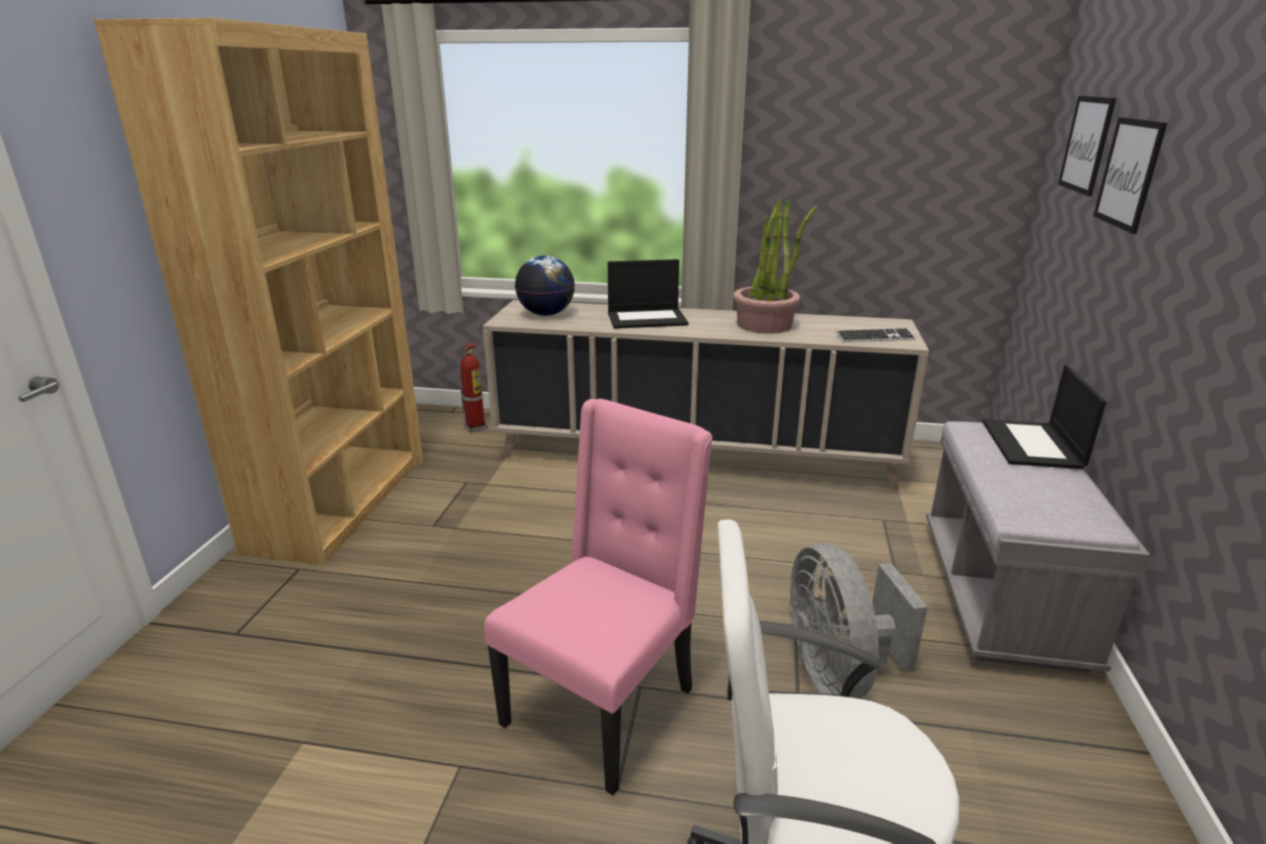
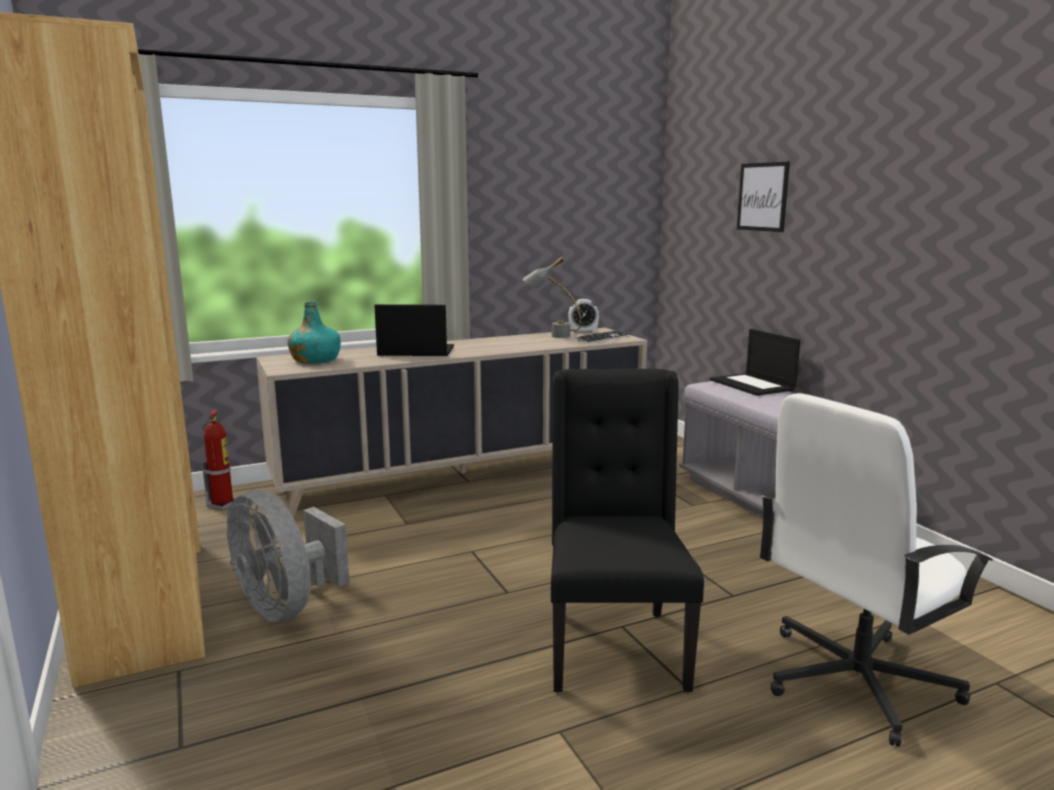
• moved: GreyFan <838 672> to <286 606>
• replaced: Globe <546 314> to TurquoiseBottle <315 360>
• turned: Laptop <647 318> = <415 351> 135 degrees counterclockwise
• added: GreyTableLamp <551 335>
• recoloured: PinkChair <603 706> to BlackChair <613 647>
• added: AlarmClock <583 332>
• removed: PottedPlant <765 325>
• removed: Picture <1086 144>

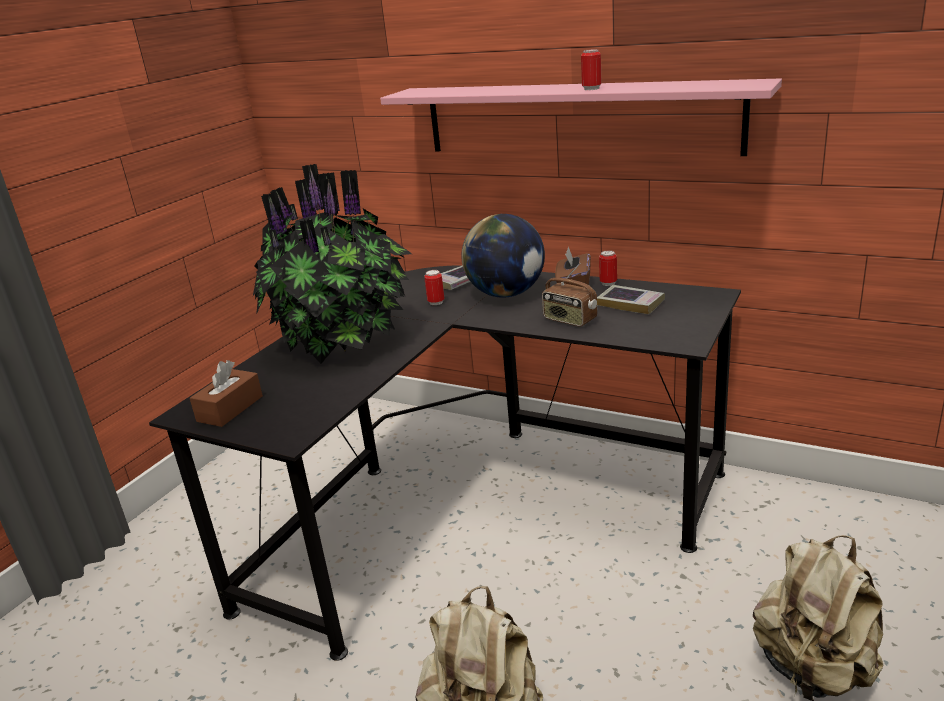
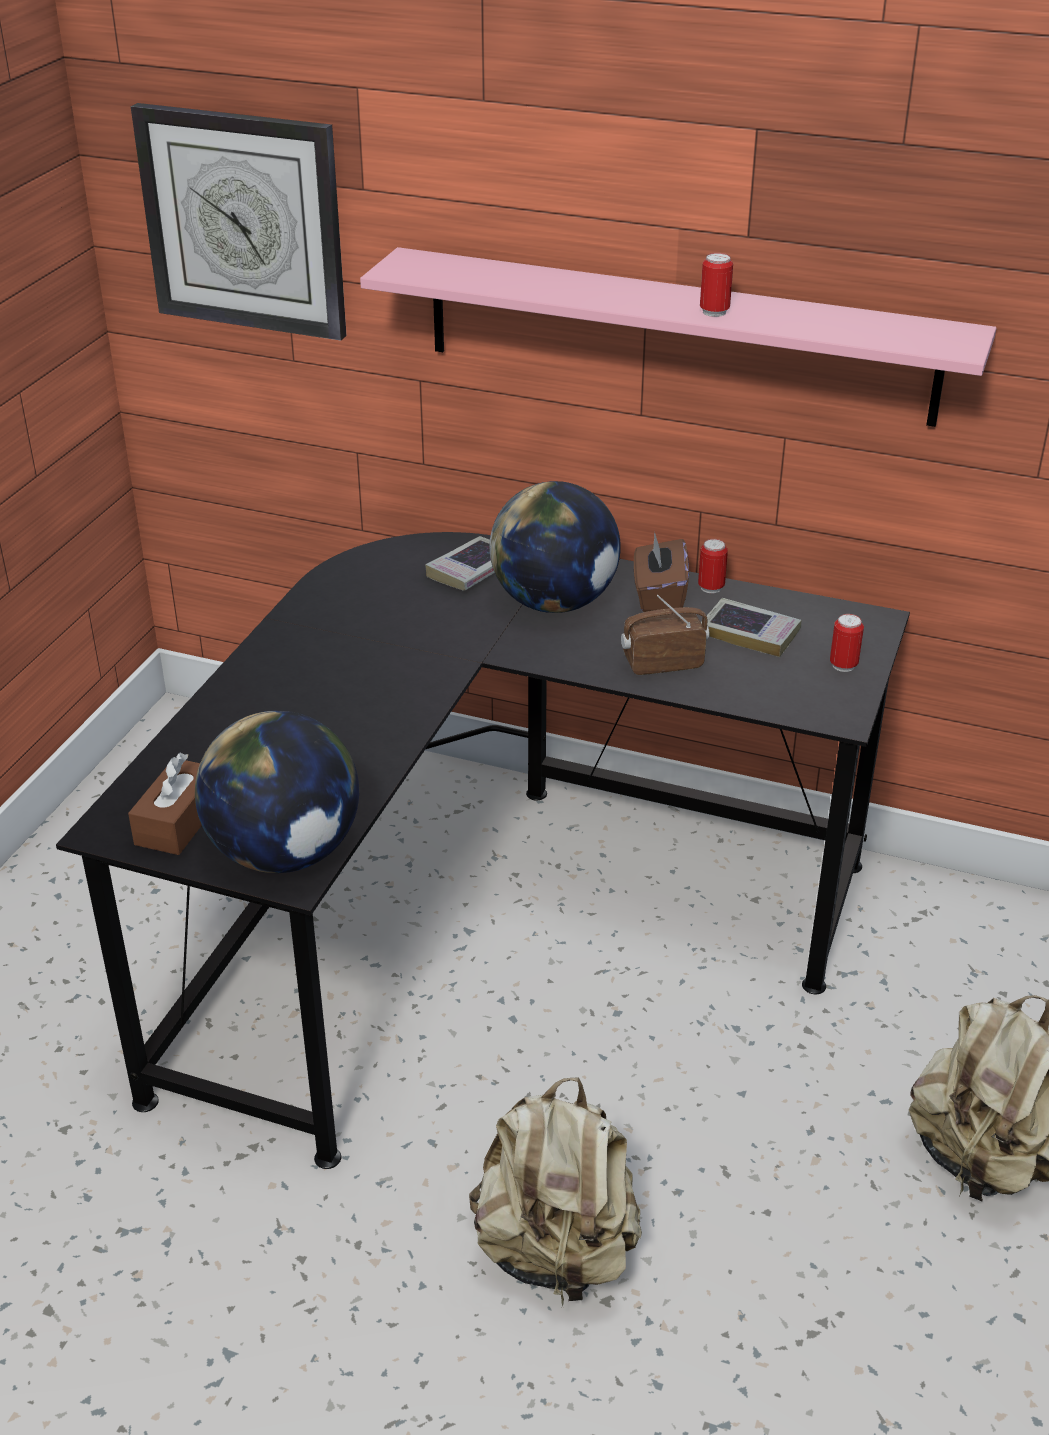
• added: WallClock <244 221>
• added: Globe <285 853>
• turned: Radio <569 320> = <662 663> 135 degrees clockwise
• moved: Can <436 302> to <843 665>
• removed: PottedPlant <344 340>

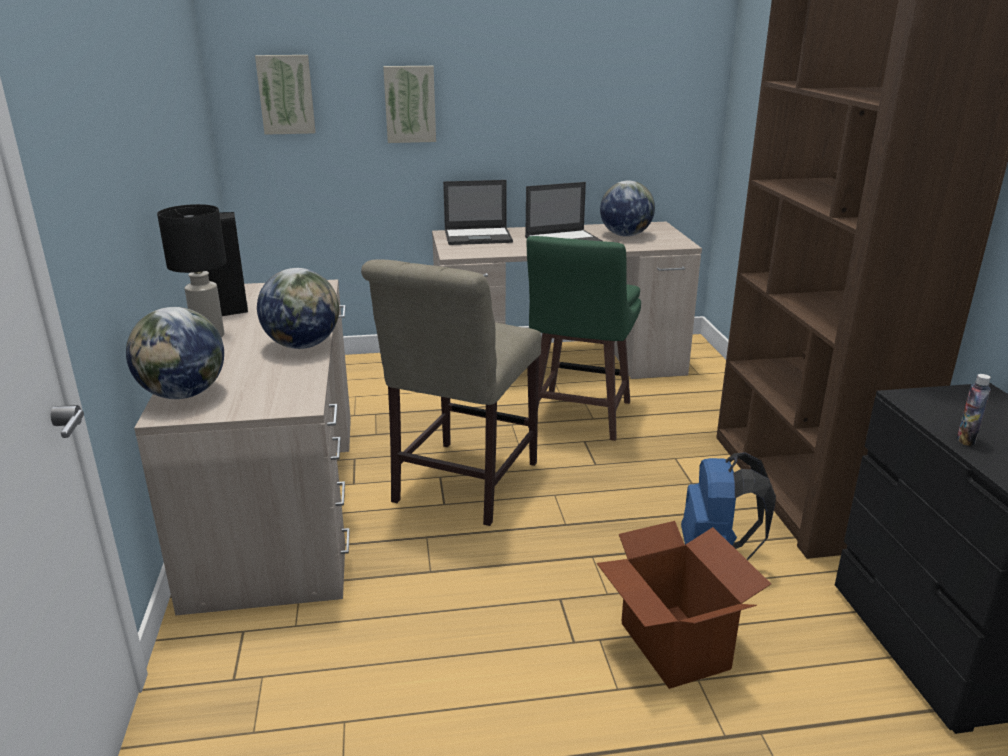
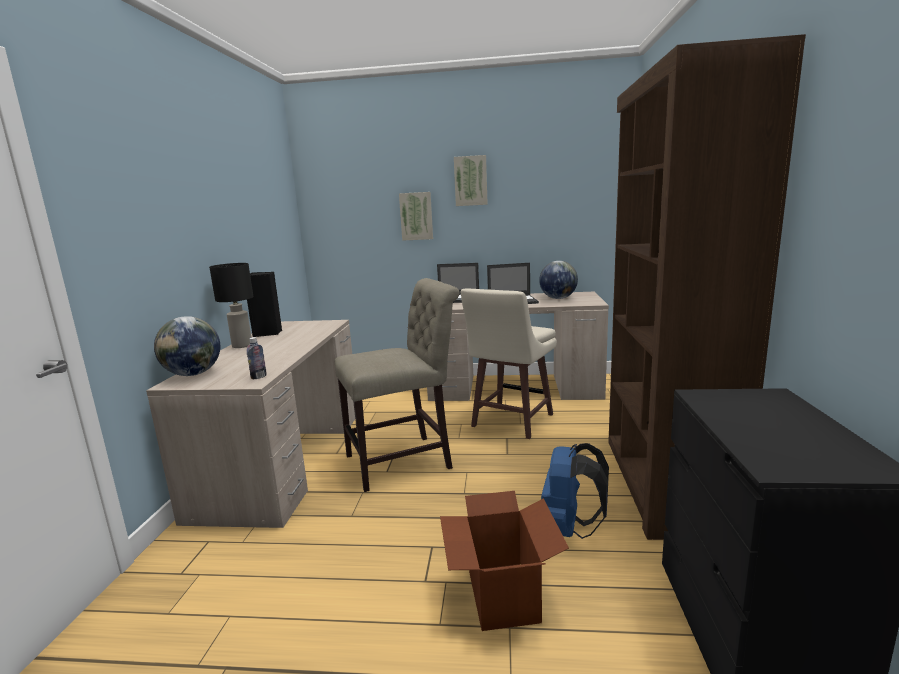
• moved: Bottle <966 439> to <259 377>
• turned: BeigeChair <461 486> = <404 460> 150 degrees counterclockwise
• moved: Picture <286 94> to <470 181>
• recoloured: GreenStool <578 416> to BeigeStool <511 421>
• removed: Globe <303 345>

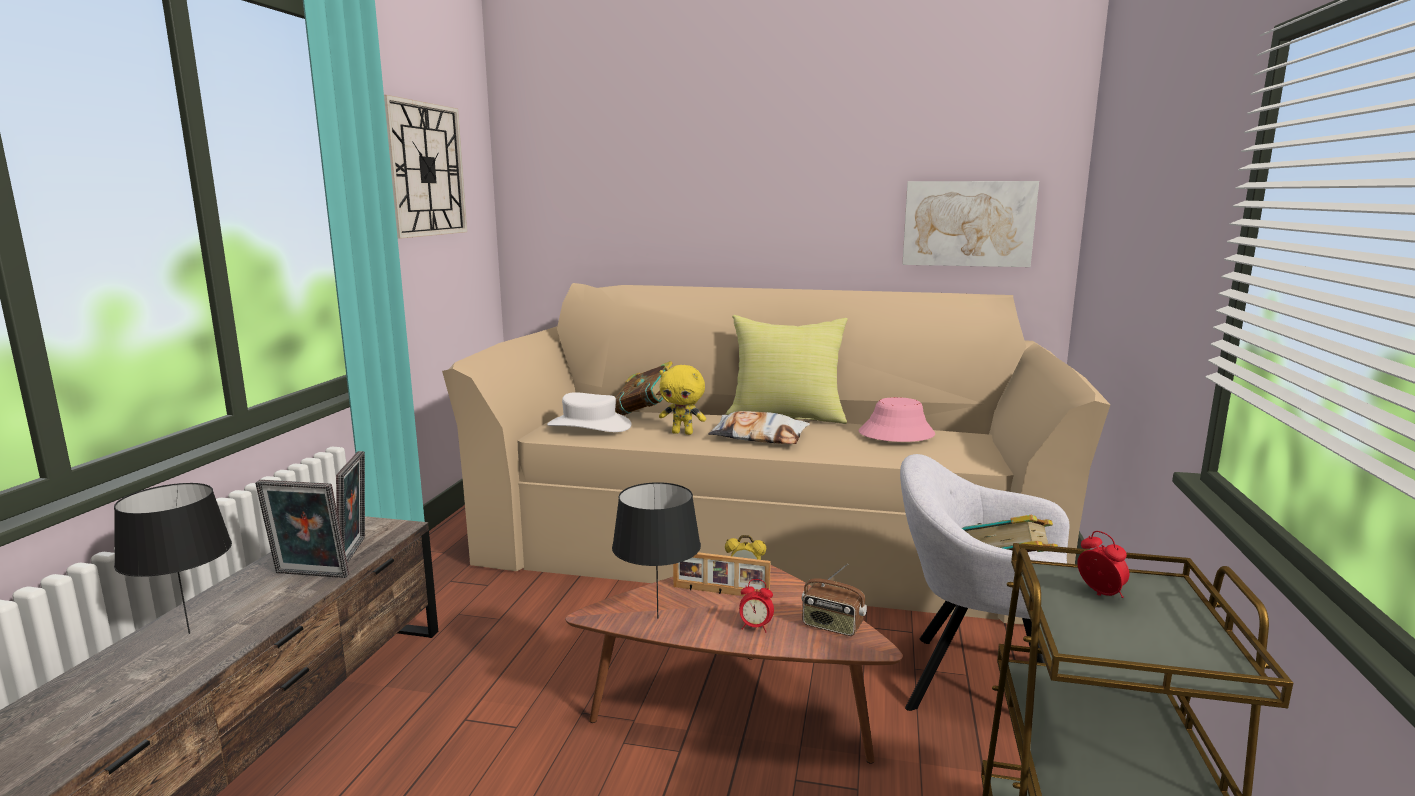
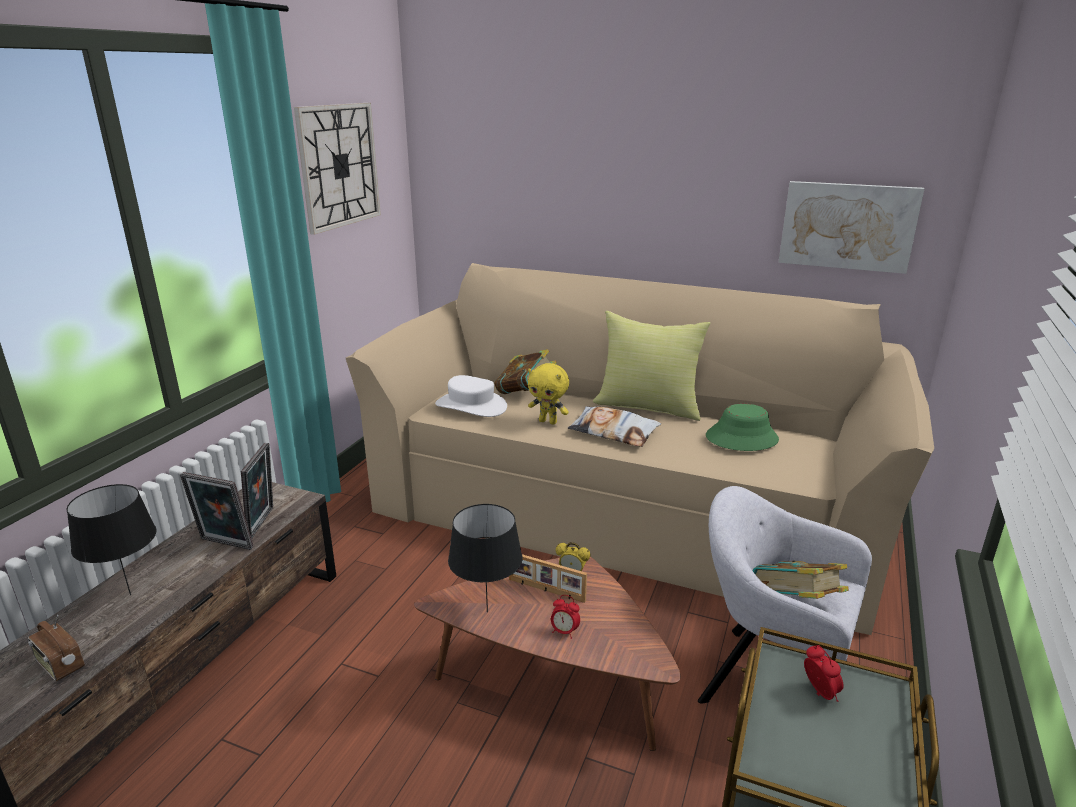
• moved: Radio <832 626> to <60 665>
• recoloured: PinkHat <896 434> to GreenHat <741 438>

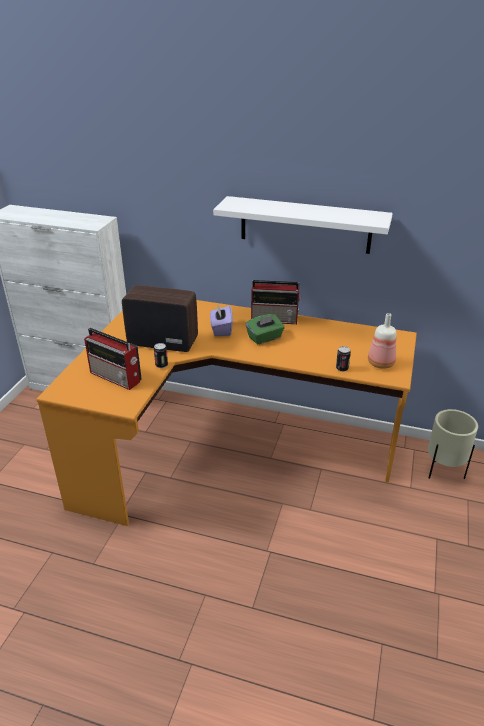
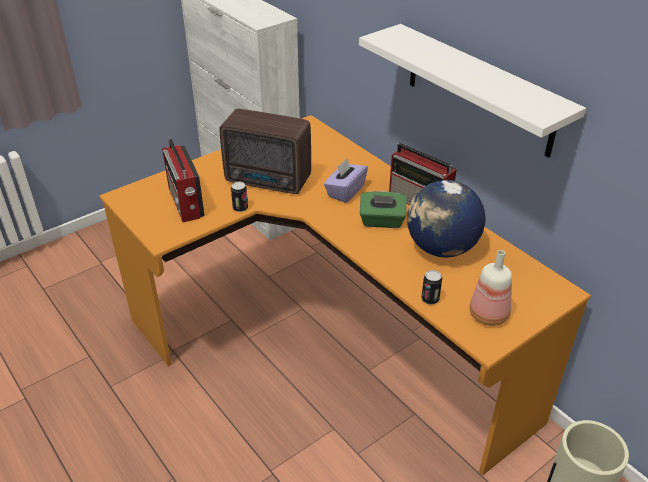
• turned: Radio <162 341> = <269 181> 150 degrees clockwise
• added: Globe <441 248>

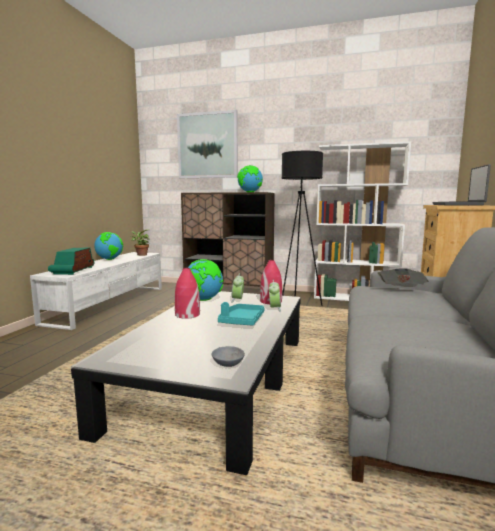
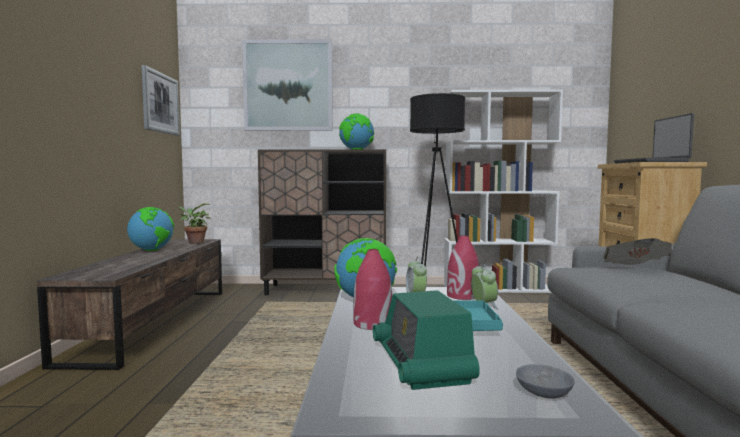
• recoloured: WhiteTvStand <110 304> to BrownTvStand <155 321>
• added: Picture <160 103>
• moved: Radio <73 270> to <421 363>

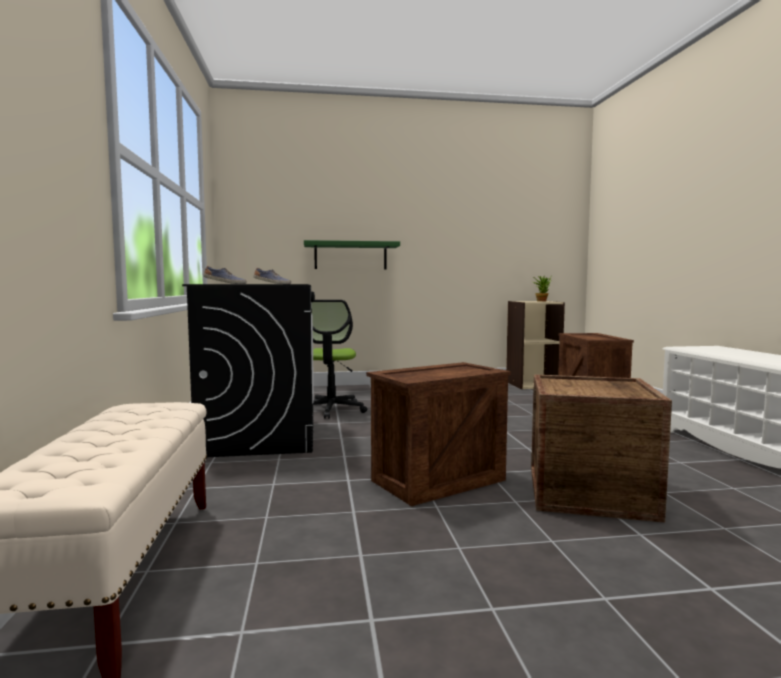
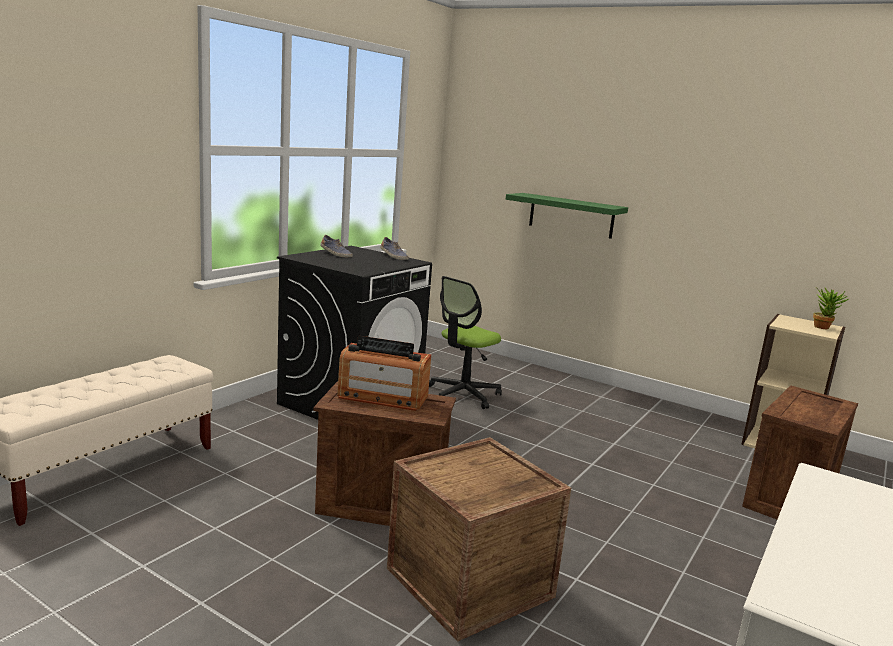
• added: Radio <382 397>

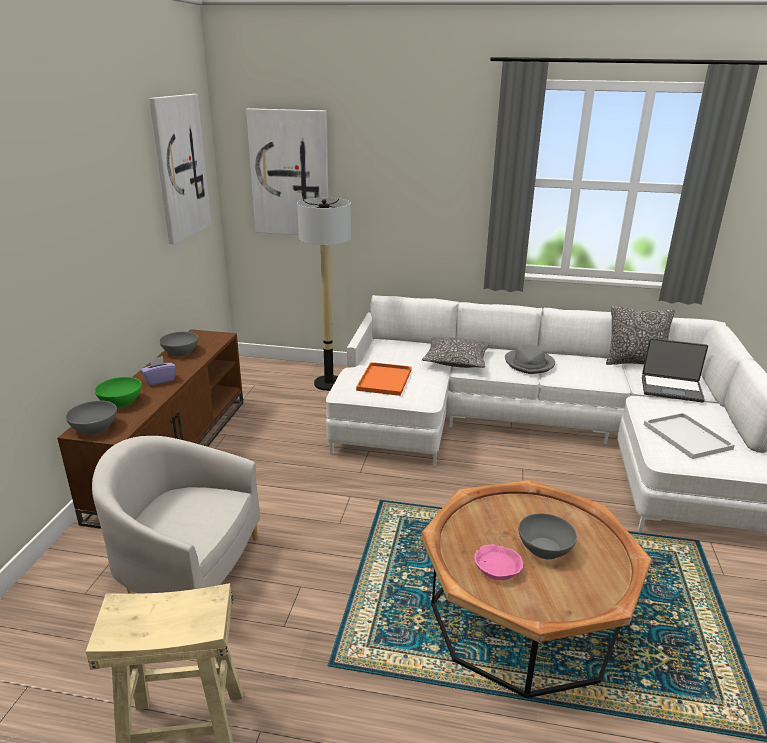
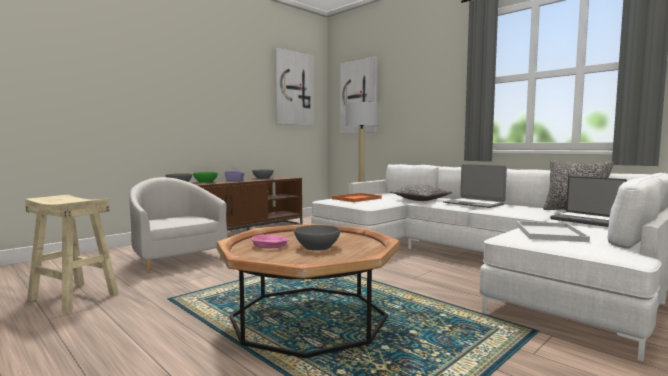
• replaced: GreyHat <529 364> to Laptop <473 204>

